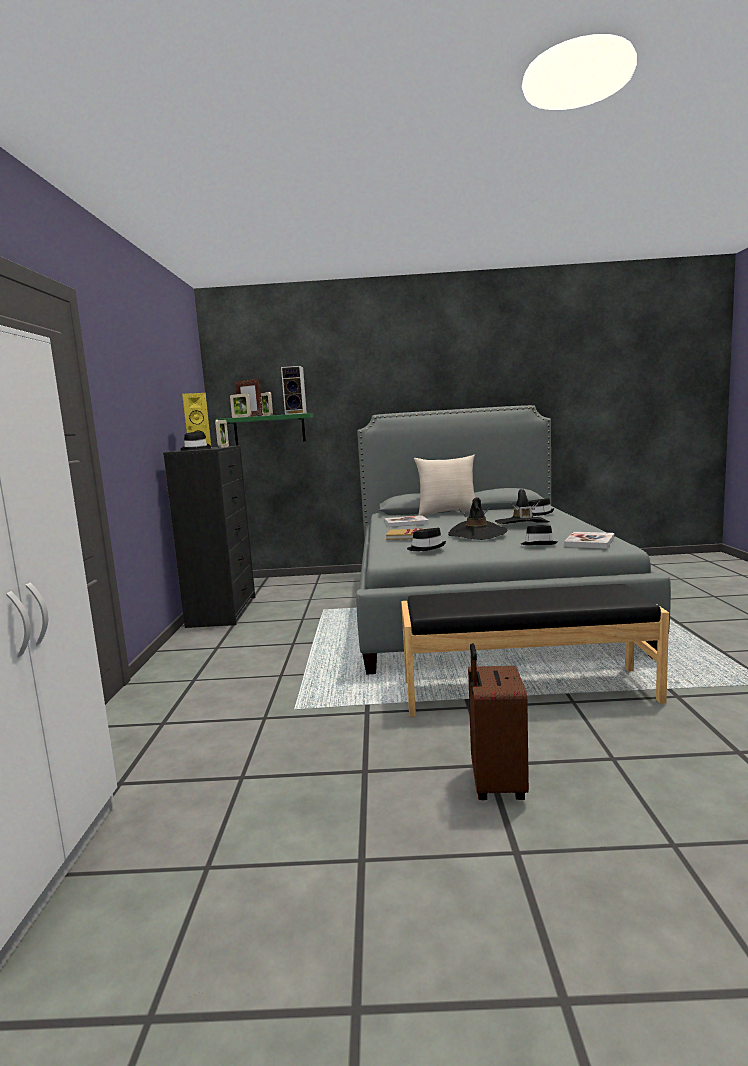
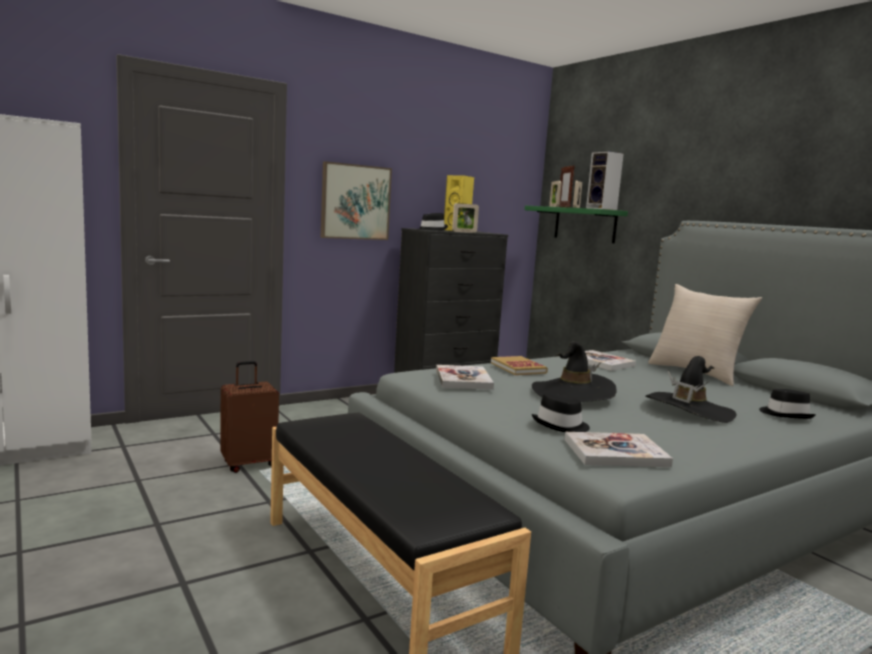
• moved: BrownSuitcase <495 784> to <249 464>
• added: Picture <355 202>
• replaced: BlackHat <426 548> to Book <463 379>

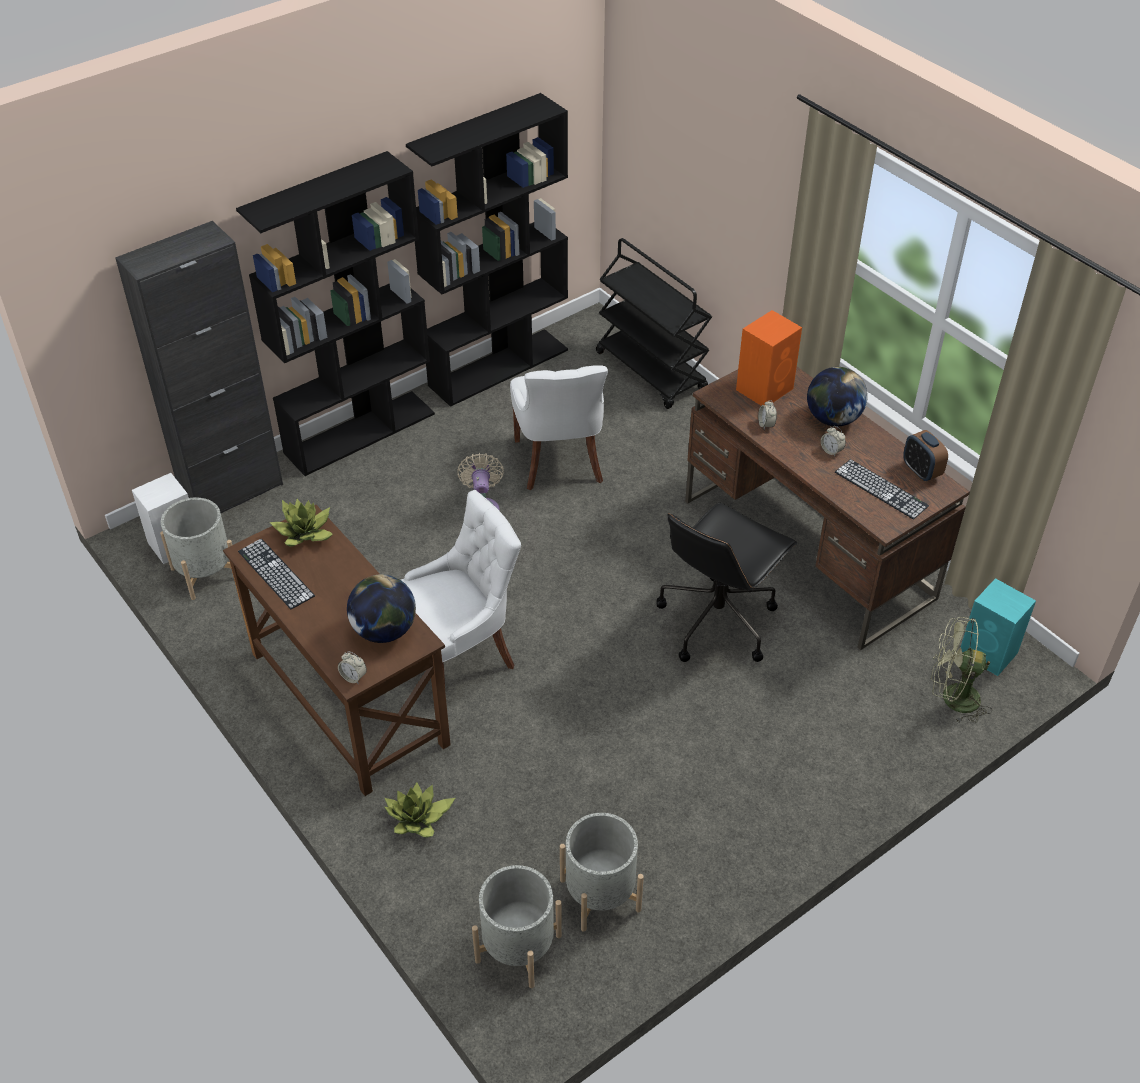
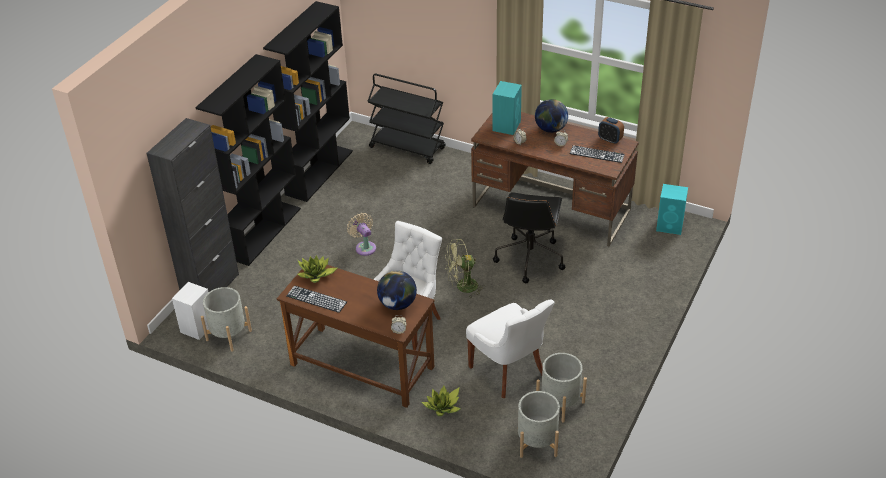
• moved: GreenFan <952 698> to <462 287>
• moved: WhiteChair <560 462> to <509 371>
• recoloured: OrangeSpeaker <765 388> to TurquoiseSpeaker <506 125>

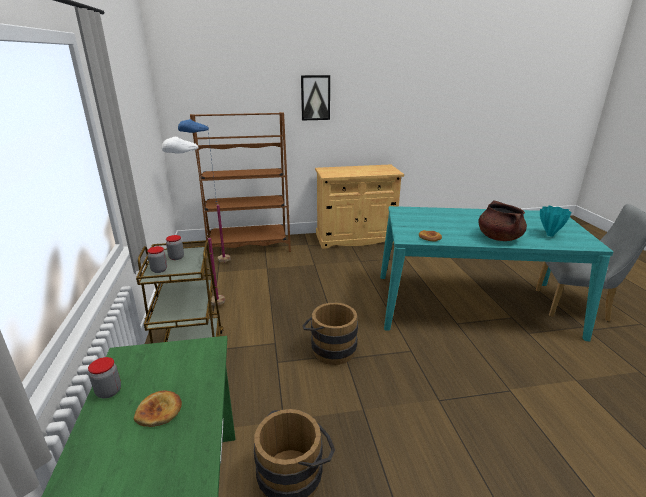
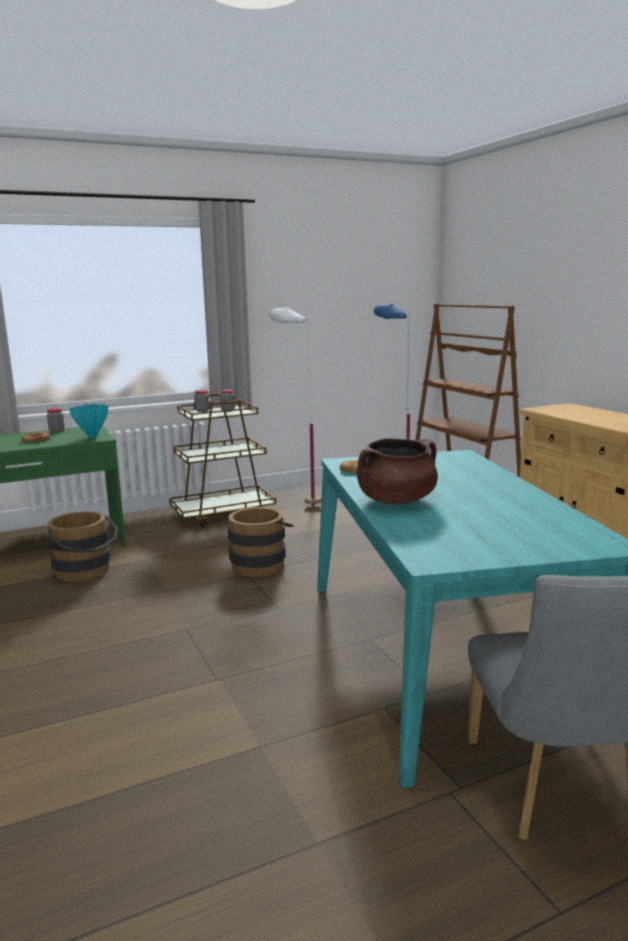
• moved: TurquoiseVase <550 234> to <93 437>
• removed: Picture <315 98>

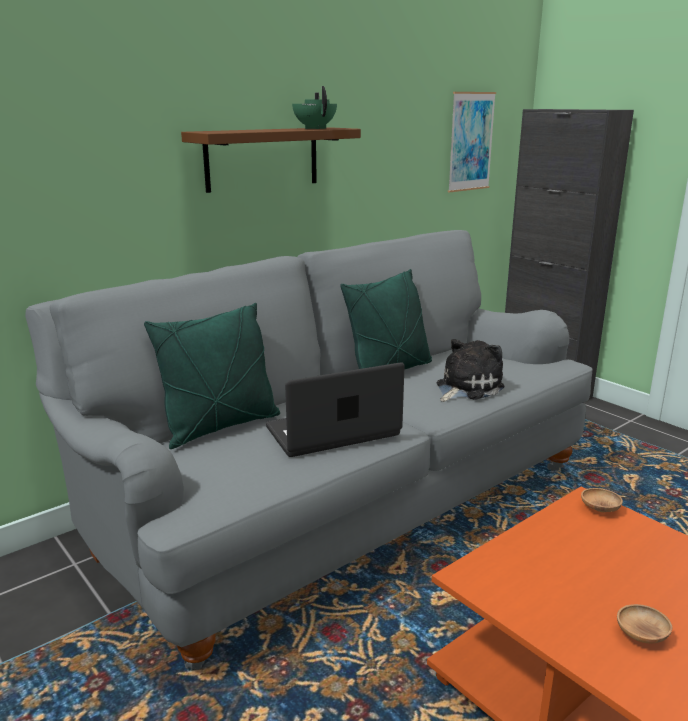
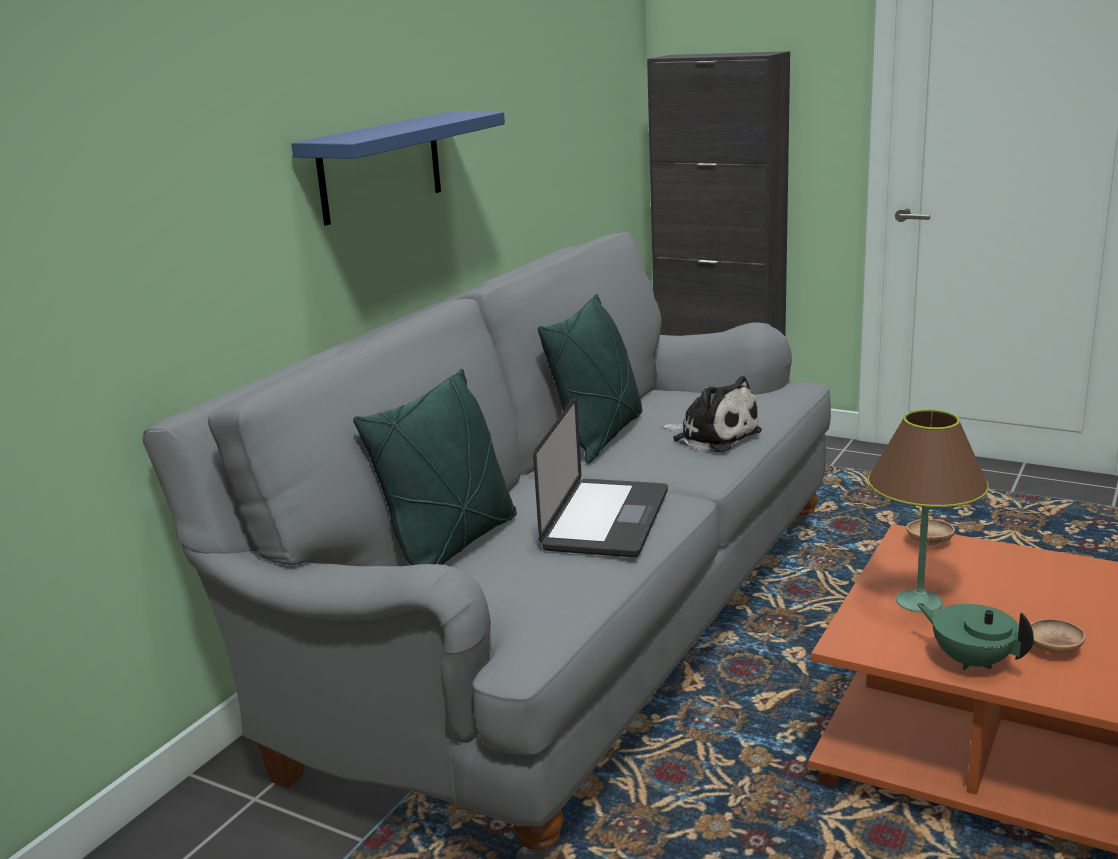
• recoloured: BrownShelf <262 158> to BlueShelf <381 167>
• turned: Laptop <333 432> = <606 520> 150 degrees clockwise
• turned: PlushToy <466 387> = <712 436> 105 degrees clockwise
• added: BrownTableLamp <919 602>
• moved: GreenTeapot <315 128> to <971 660>
• removed: Picture <471 142>

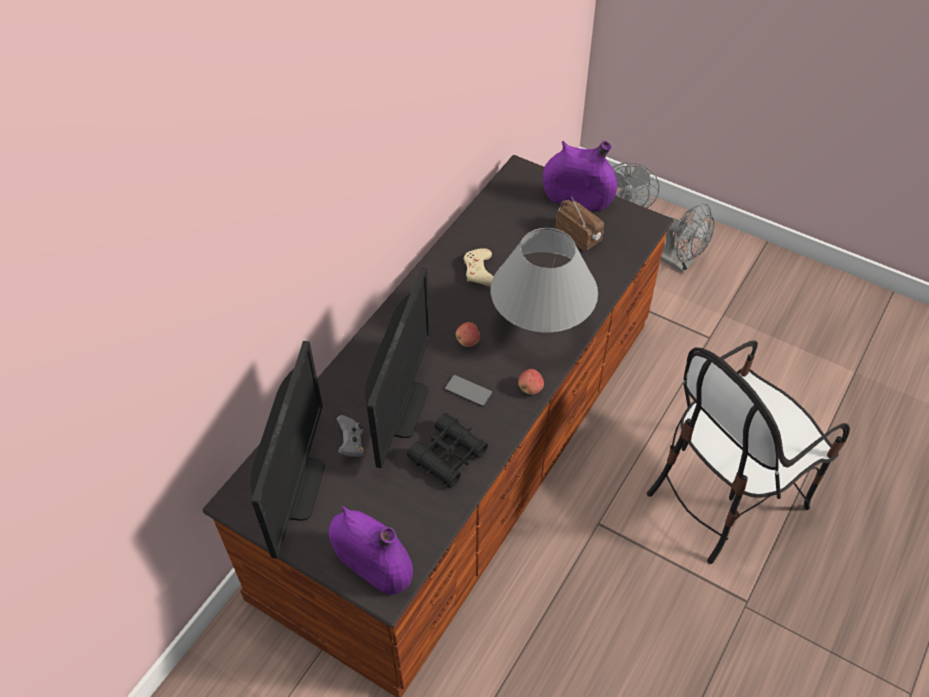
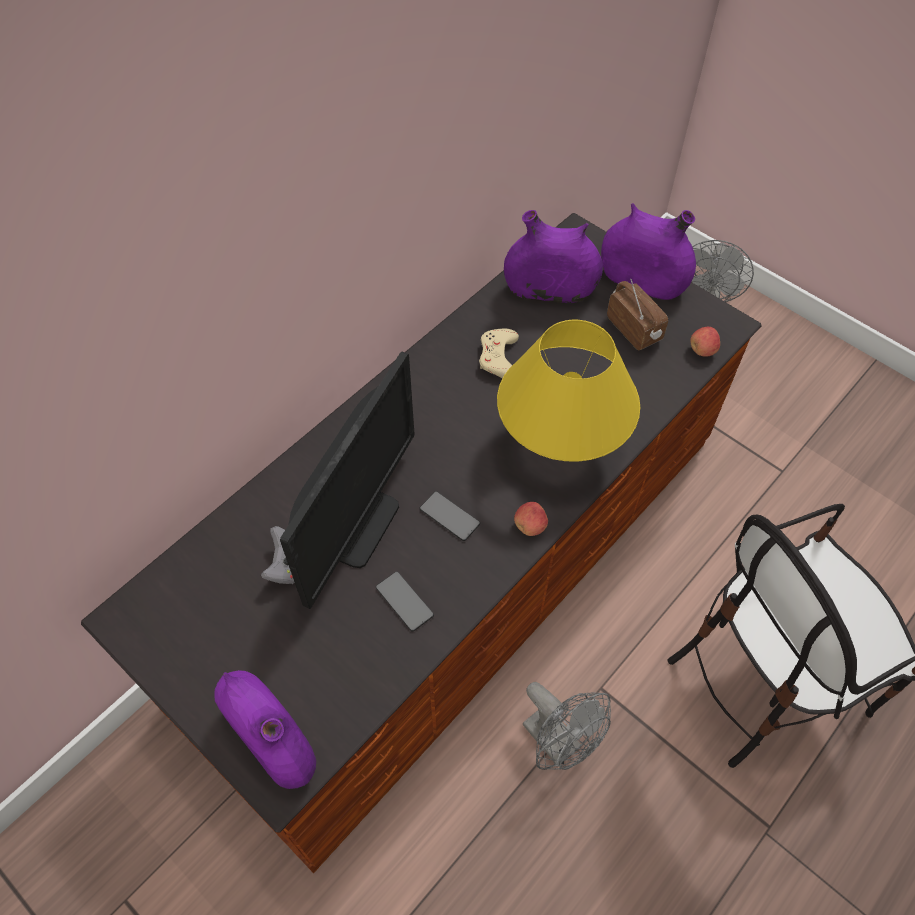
• replaced: BlackBinoculars <448 455> to Phone <404 601>
• recoloured: GreyTableLamp <540 327> to YellowTableLamp <560 444>
• added: PurpleVase <550 291>
• moved: GreyFan <679 262> to <558 743>
• moved: Apple <468 341> to <702 350>
• removed: Monitor <295 487>

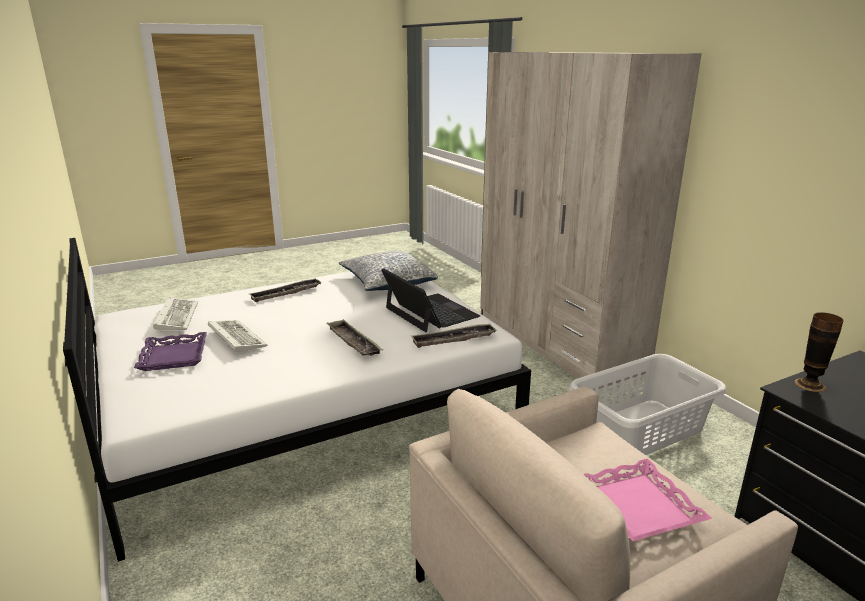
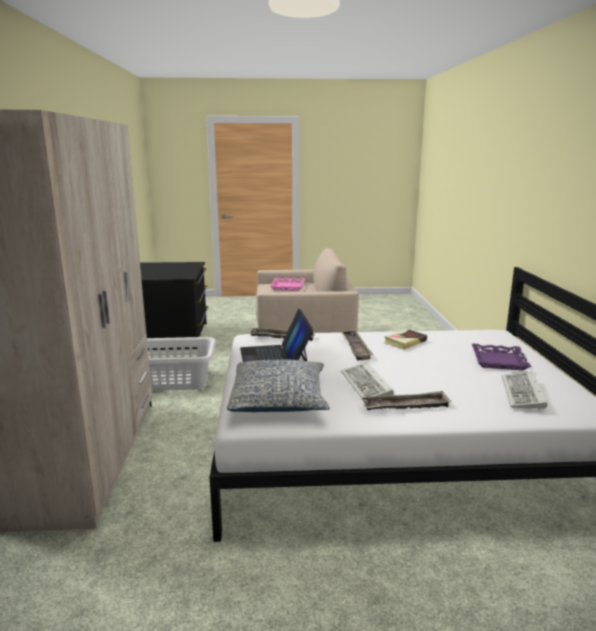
• moved: Keyboard <235 337> to <367 385>
• added: Book <405 342>
• removed: Vase <810 384>

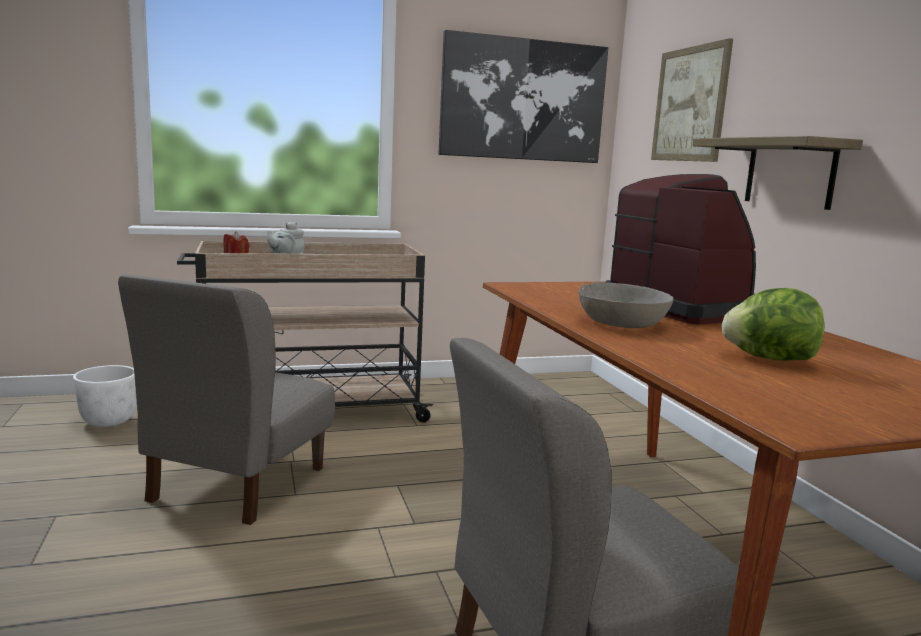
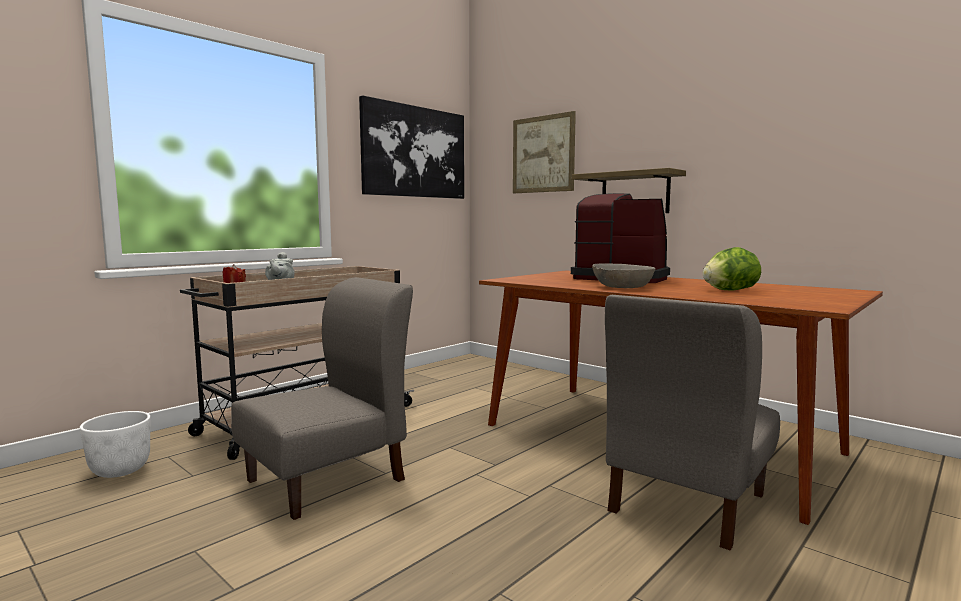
• turned: GreyChair <237 484> = <327 480> 120 degrees counterclockwise

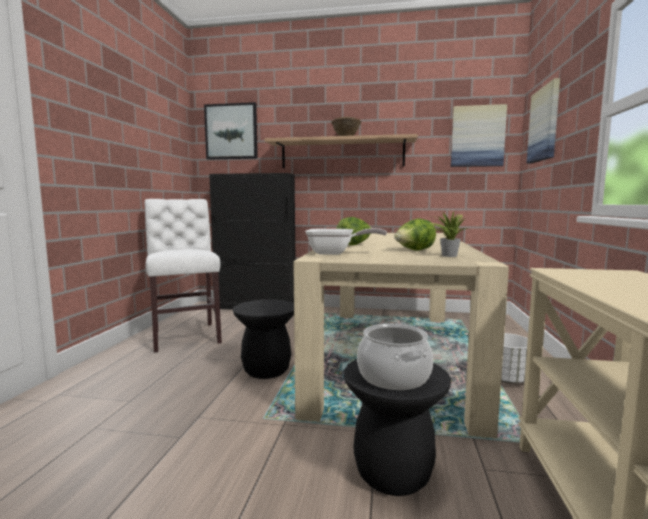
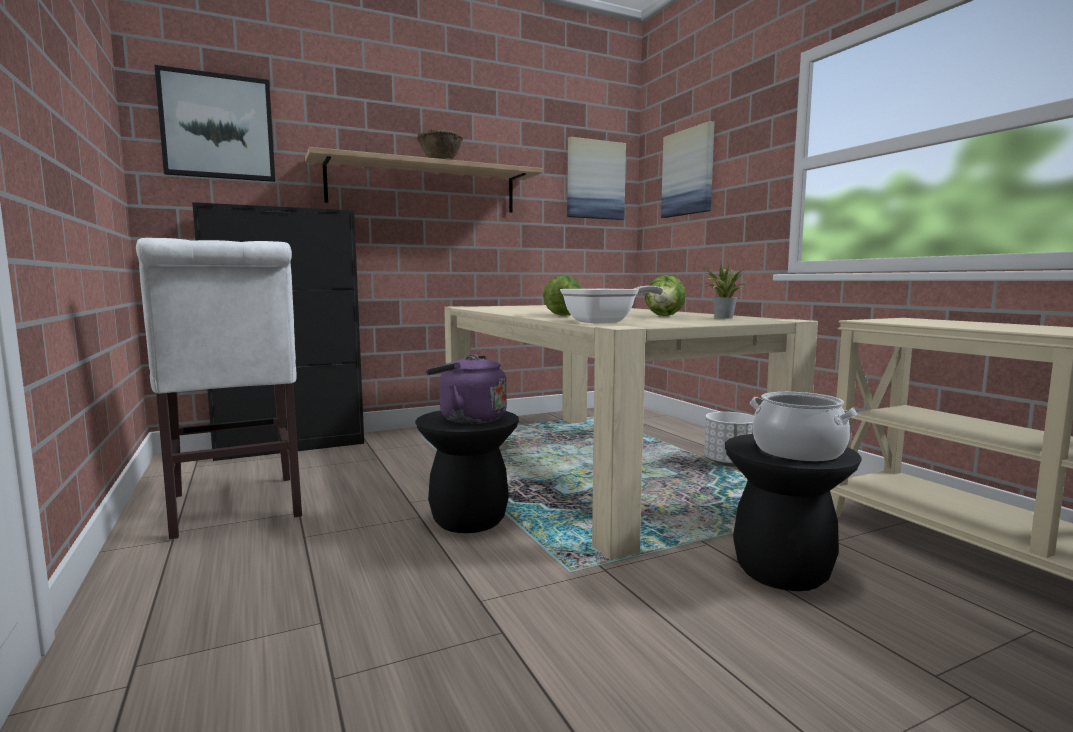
• turned: WhiteChair <186 335> = <236 509> 150 degrees counterclockwise
• added: PurpleKettle <468 419>

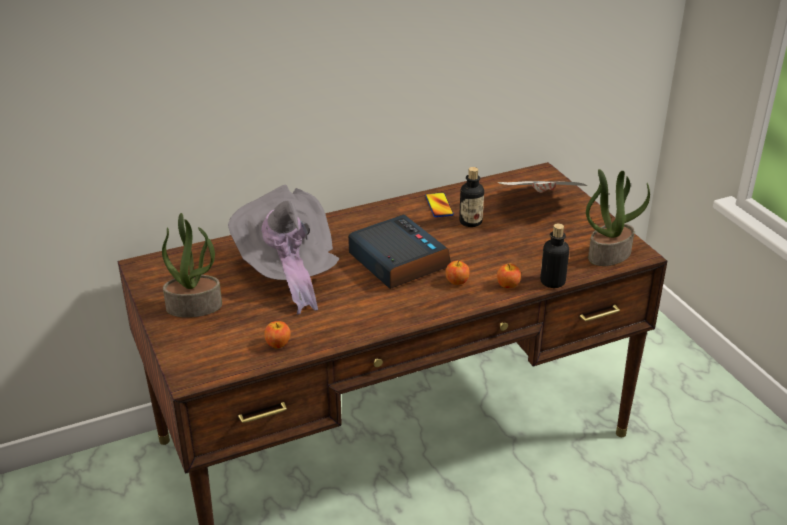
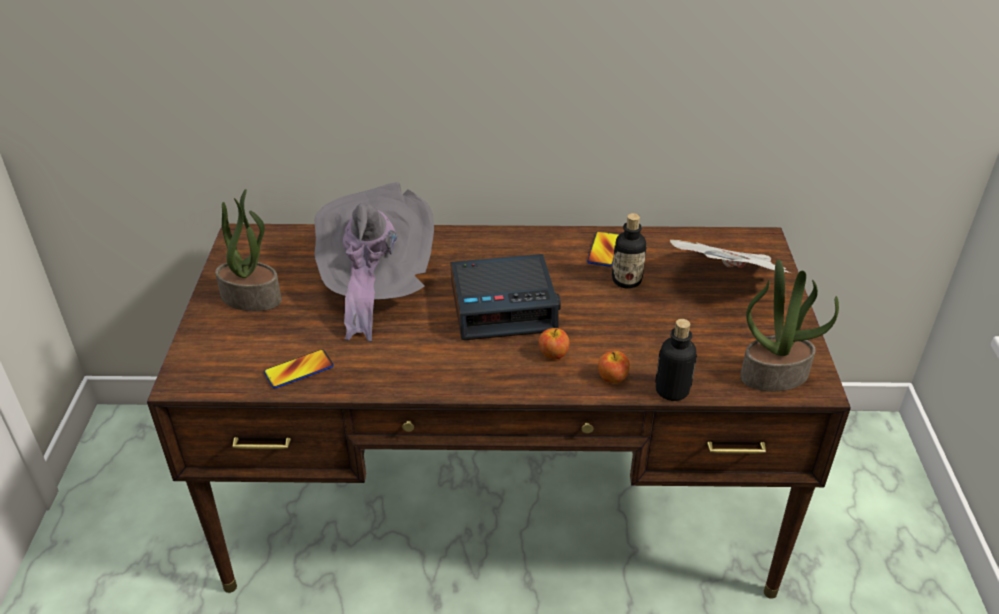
• replaced: Apple <278 344> to Phone <299 370>
• turned: AlarmClock <397 261> = <504 306> 90 degrees clockwise

